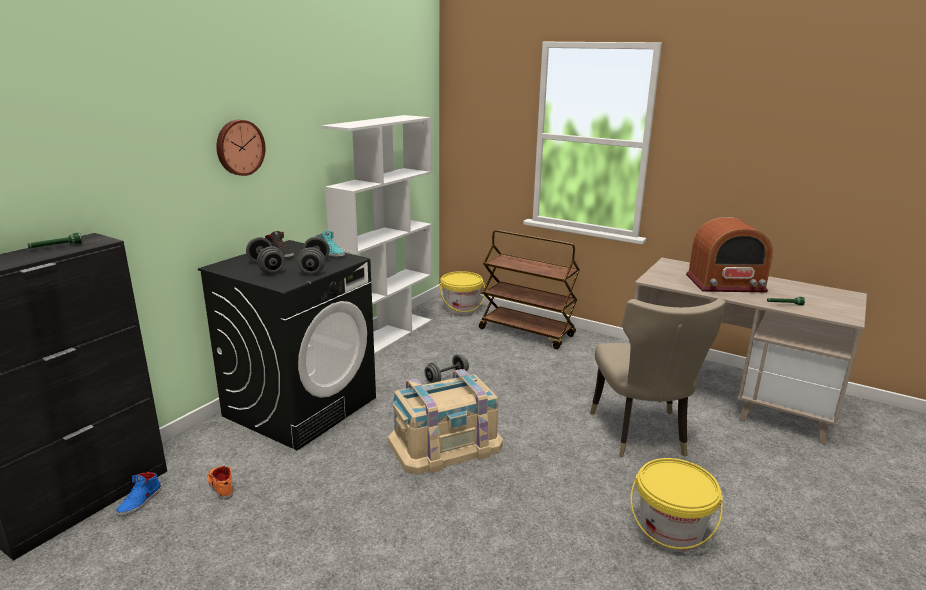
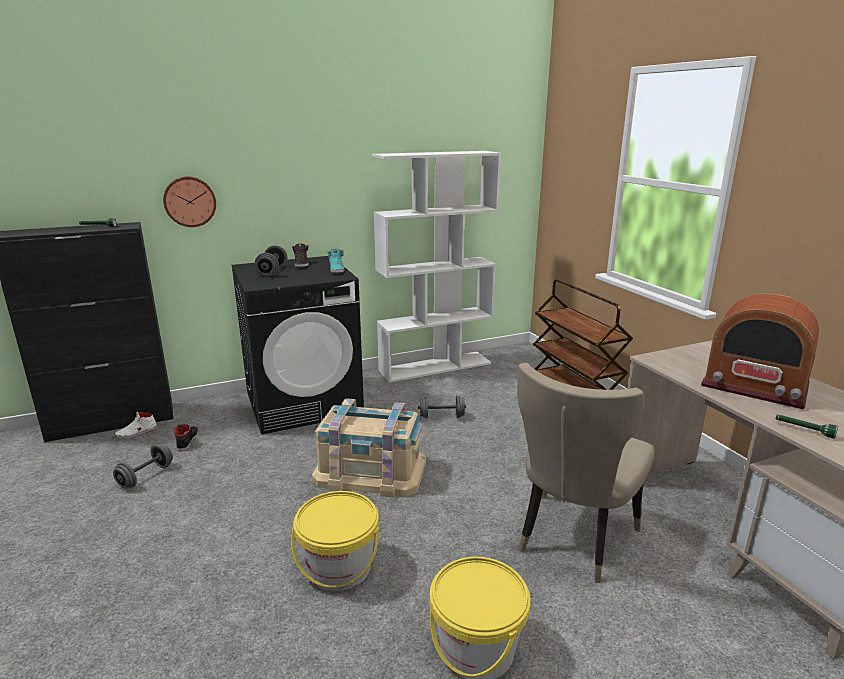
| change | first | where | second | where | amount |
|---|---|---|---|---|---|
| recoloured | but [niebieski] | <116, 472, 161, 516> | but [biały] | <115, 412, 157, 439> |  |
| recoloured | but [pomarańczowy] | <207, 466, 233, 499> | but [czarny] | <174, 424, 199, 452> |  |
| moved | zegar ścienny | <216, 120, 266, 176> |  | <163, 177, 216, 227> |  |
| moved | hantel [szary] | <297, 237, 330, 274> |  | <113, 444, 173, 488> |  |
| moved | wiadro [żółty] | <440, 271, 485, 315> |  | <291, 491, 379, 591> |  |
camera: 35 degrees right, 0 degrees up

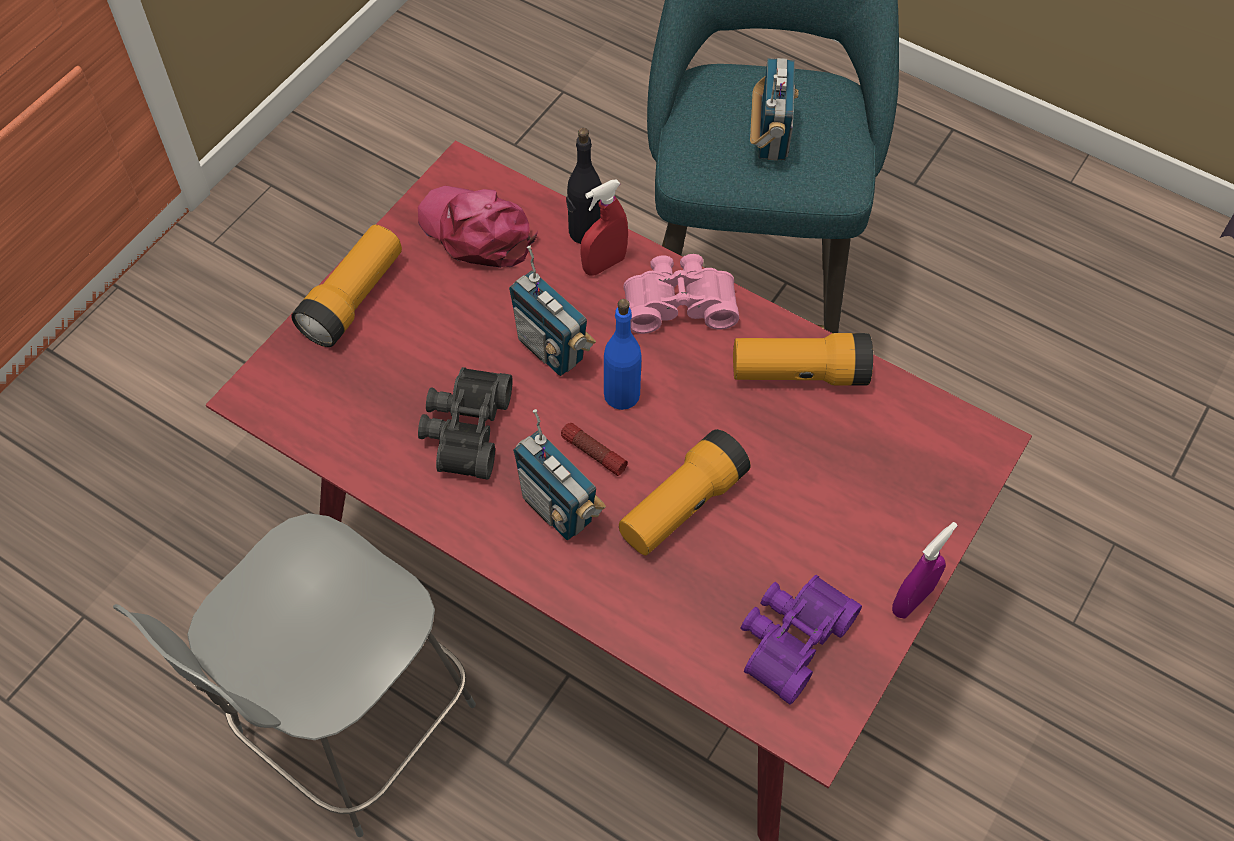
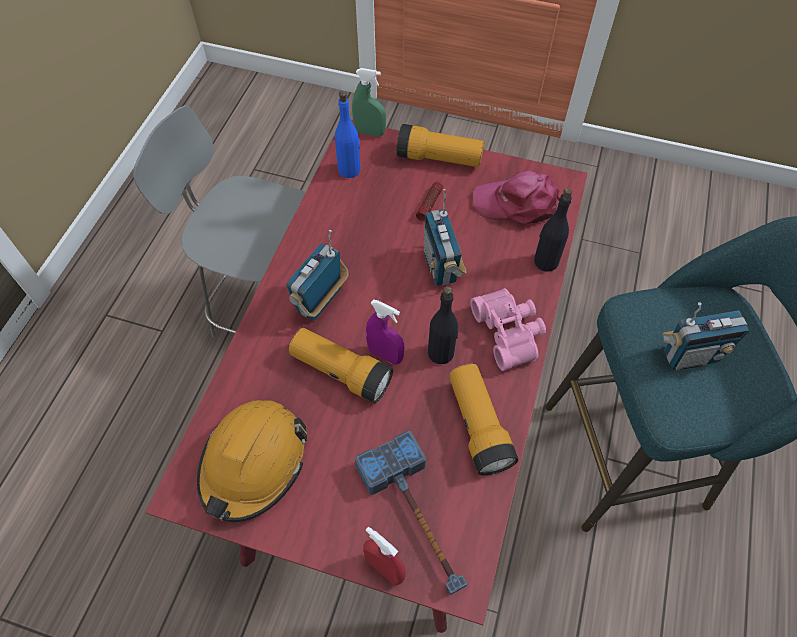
| change | first | where | second | where | amount |
|---|---|---|---|---|---|
| turned | czapka z daszkiem [różowy] | <418, 186, 538, 268> |  | <473, 170, 560, 224> | 105 degrees counterclockwise |
| removed | lornetka [czarny] | <418, 367, 513, 480> |  |  |  |
| turned | radio | <509, 246, 596, 376> |  | <424, 189, 466, 286> | 45 degrees counterclockwise |
| moved | latarka | <561, 423, 628, 476> |  | <416, 182, 443, 221> |  |
| moved | spryskiwacz [czerwony] | <581, 179, 628, 276> |  | <363, 526, 406, 585> |  |
| moved | butelka [niebieski] | <604, 299, 642, 410> |  | <335, 91, 360, 178> |  |
| replaced | lornetka [fioletowy] | <740, 575, 862, 705> | kask [pomarańczowy] | <197, 400, 307, 522> |  |
| moved | spryskiwacz [fioletowy] | <892, 522, 958, 618> |  | <366, 299, 404, 365> |  |
| added |  |  | spryskiwacz [zielony] | <352, 68, 386, 136> |  |
| added |  |  | młotek | <355, 430, 467, 595> |  |
| added |  |  | butelka [czarny] | <428, 286, 459, 364> |  |
camera: 75 degrees right, 0 degrees up

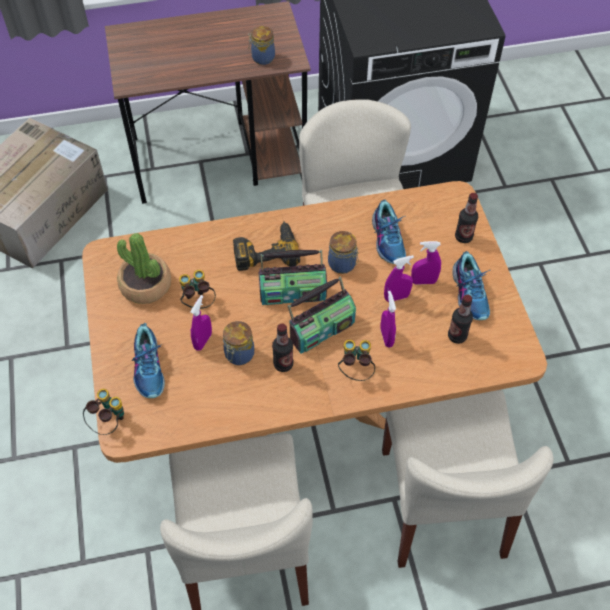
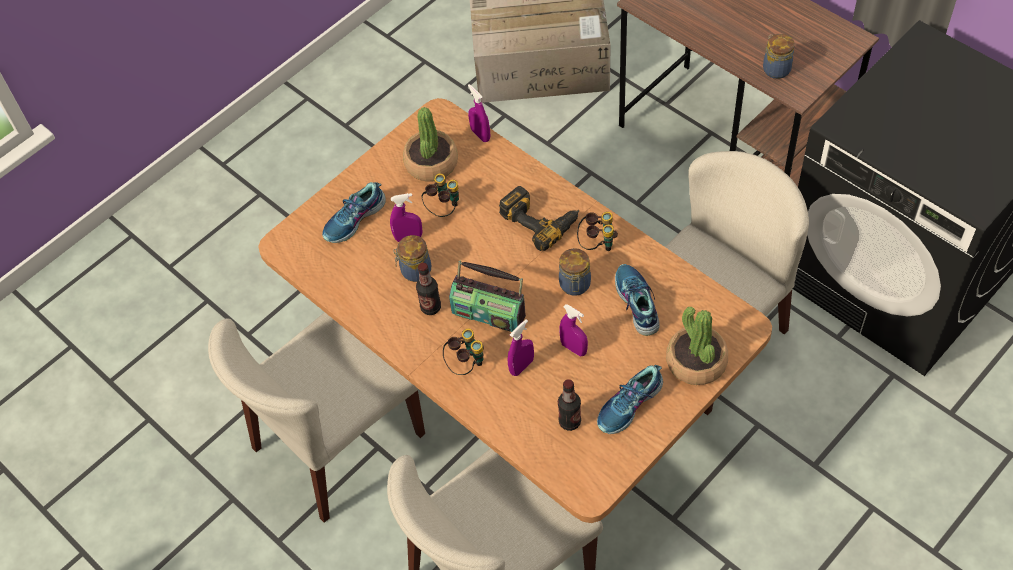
| change | first | where | second | where | amount |
|---|---|---|---|---|---|
| moved | lornetka | <83, 389, 124, 435> |  | <577, 212, 618, 251> |  |
| removed | radio | <258, 250, 327, 305> |  |  |  |
| turned | but | <372, 199, 406, 264> |  | <615, 264, 660, 336> | 120 degrees clockwise |
| moved | spryskiwacz [fioletowy] | <411, 241, 441, 285> |  | <468, 84, 490, 142> |  |
| replaced | butelka | <455, 193, 478, 243> | roślina doniczkowa | <666, 307, 728, 385> |  |
camera: 60 degrees right, 0 degrees up

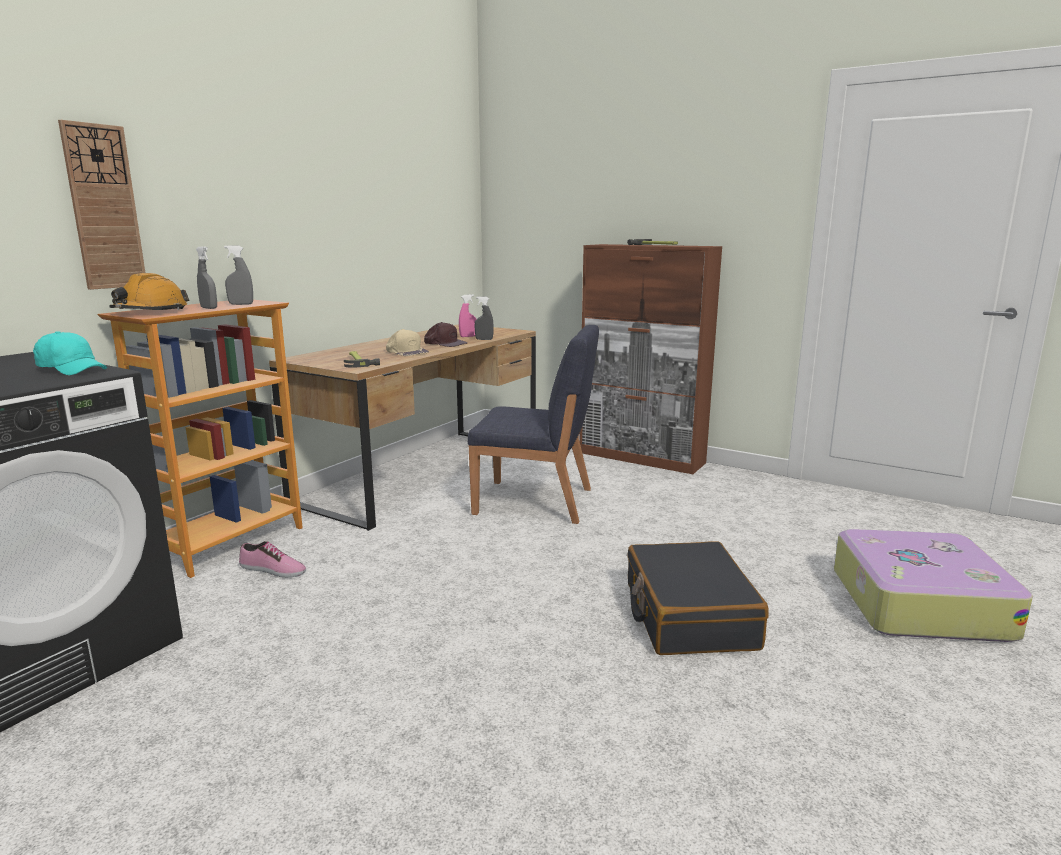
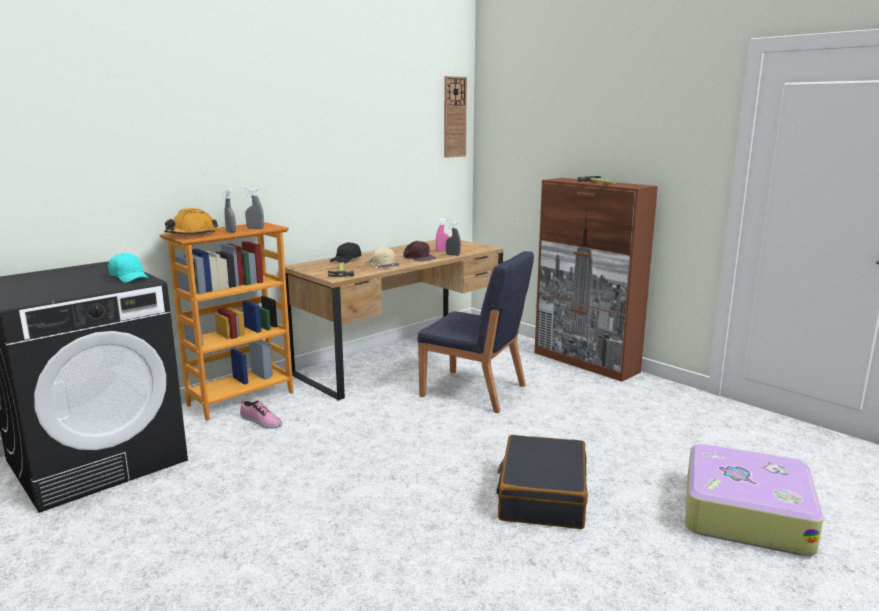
| change | first | where | second | where | amount |
|---|---|---|---|---|---|
| moved | zegar ścienny | <58, 120, 145, 290> |  | <444, 76, 467, 158> |  |
| added |  |  | czapka z daszkiem [czarny] | <330, 242, 361, 263> |  |
camera: 15 degrees right, 0 degrees up

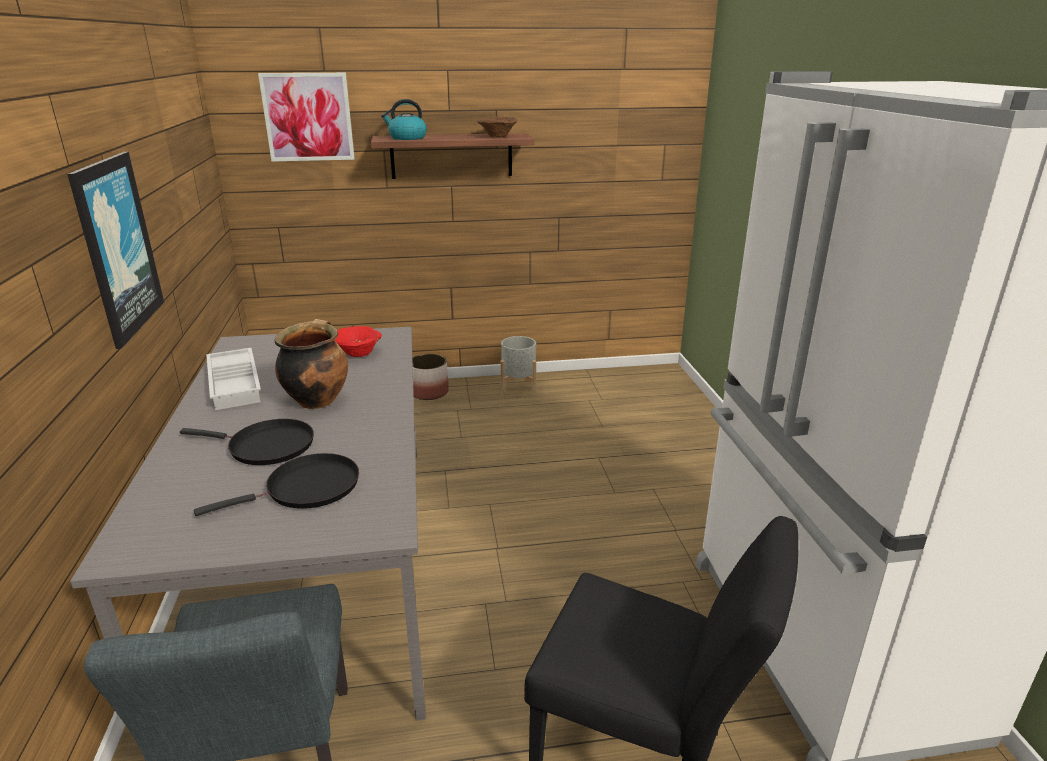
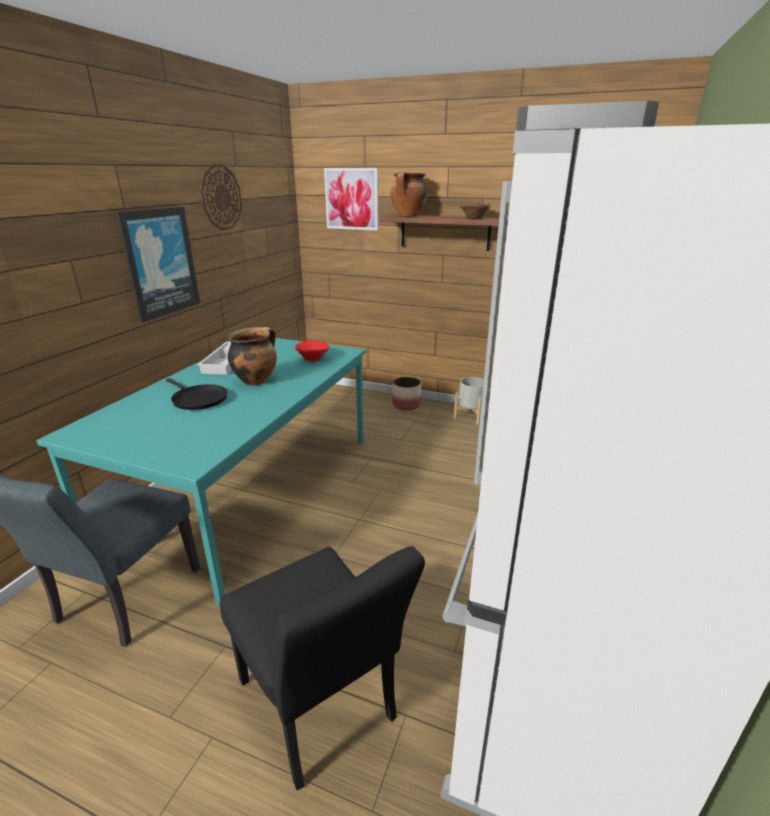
| change | first | where | second | where | amount |
|---|---|---|---|---|---|
| recoloured | stół jadalny [szary] | <70, 327, 426, 721> | stół jadalny [turkusowy] | <36, 338, 366, 607> |  |
| removed | patelnia [czarny] | <194, 453, 359, 516> |  |  |  |
| replaced | czajnik | <381, 99, 427, 140> | garnek | <390, 172, 427, 216> |  |
| added |  |  | zegar ścienny | <200, 164, 242, 230> |  |
camera: 30 degrees right, 0 degrees up

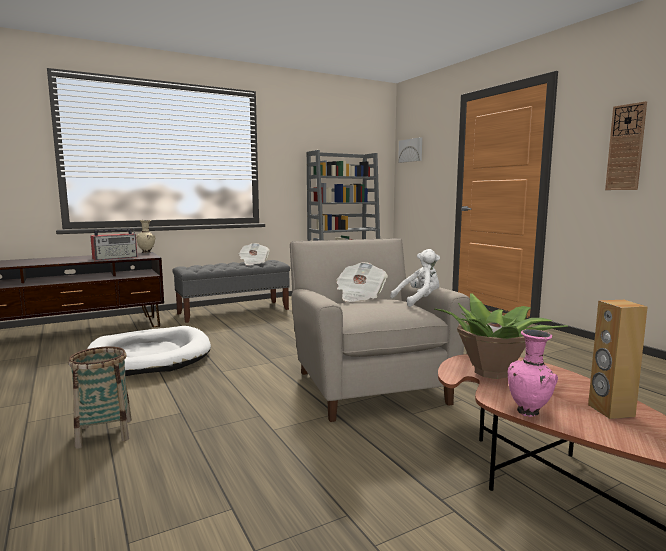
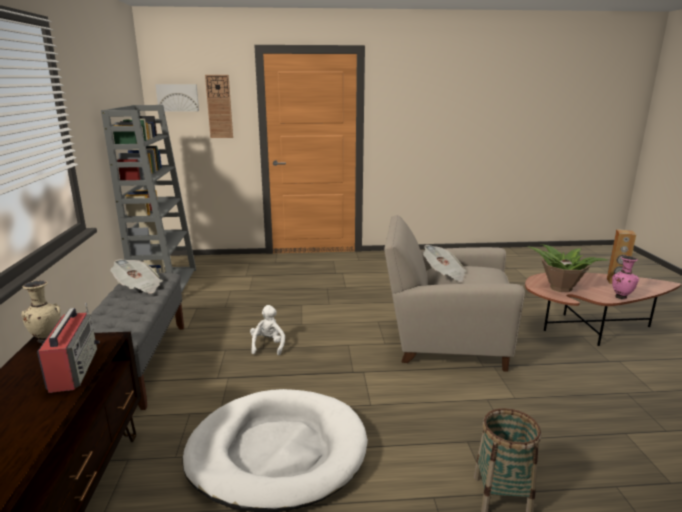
| change | first | where | second | where | amount |
|---|---|---|---|---|---|
| moved | pluszak [biały] | <390, 249, 440, 307> |  | <250, 305, 285, 355> |  |
| moved | zegar ścienny | <605, 101, 647, 190> |  | <205, 75, 233, 138> |  |
camera: 65 degrees left, 10 degrees up

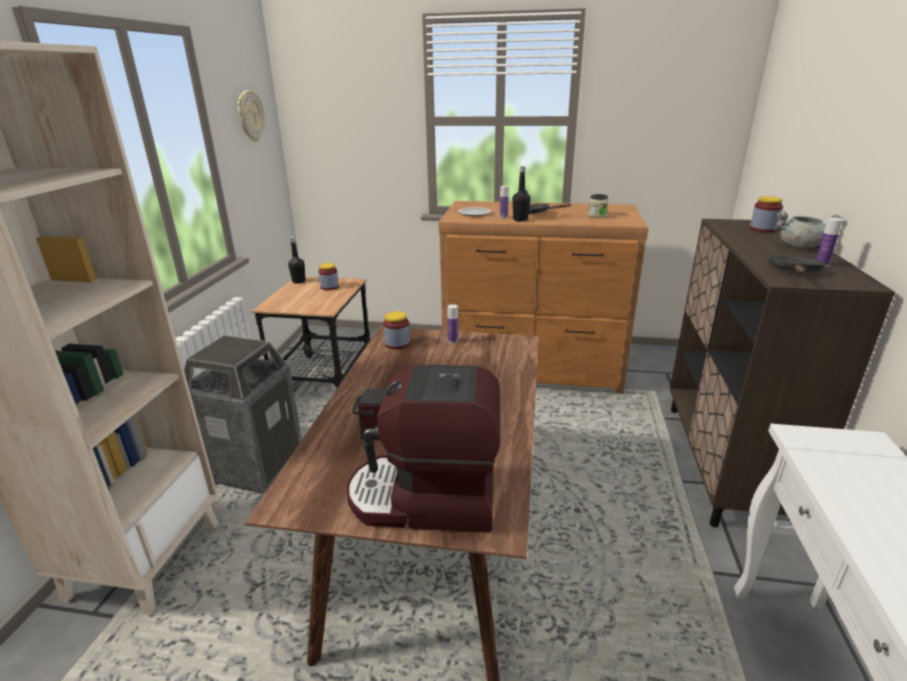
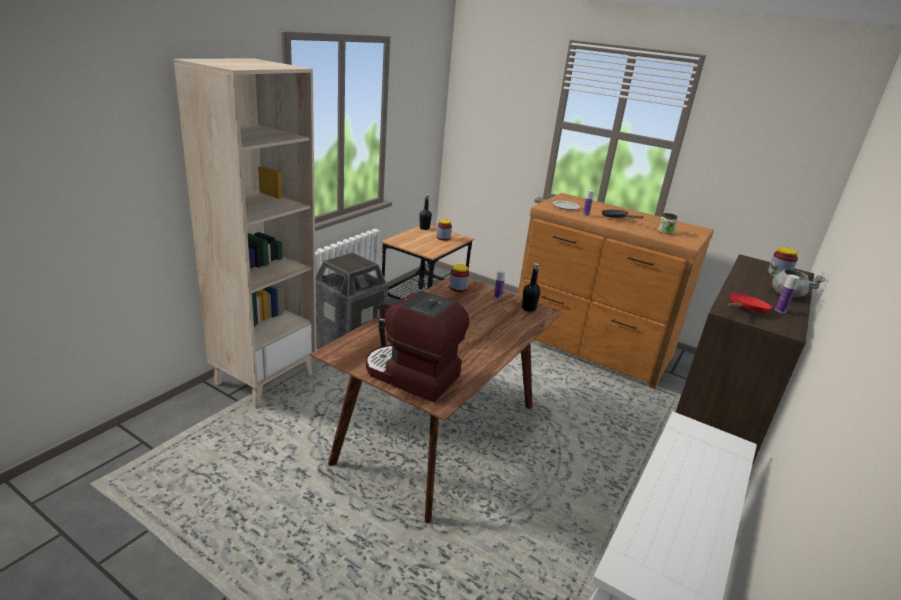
| change | first | where | second | where | amount |
|---|---|---|---|---|---|
| removed | zegar ścienny | <237, 90, 265, 141> |  |  |  |
| moved | butelka [czarny] | <512, 166, 530, 221> |  | <522, 263, 541, 312> |  |
| recoloured | patelnia [czarny] | <767, 256, 826, 272> | patelnia [czerwony] | <728, 293, 772, 313> |  |
camera: 20 degrees right, 0 degrees up

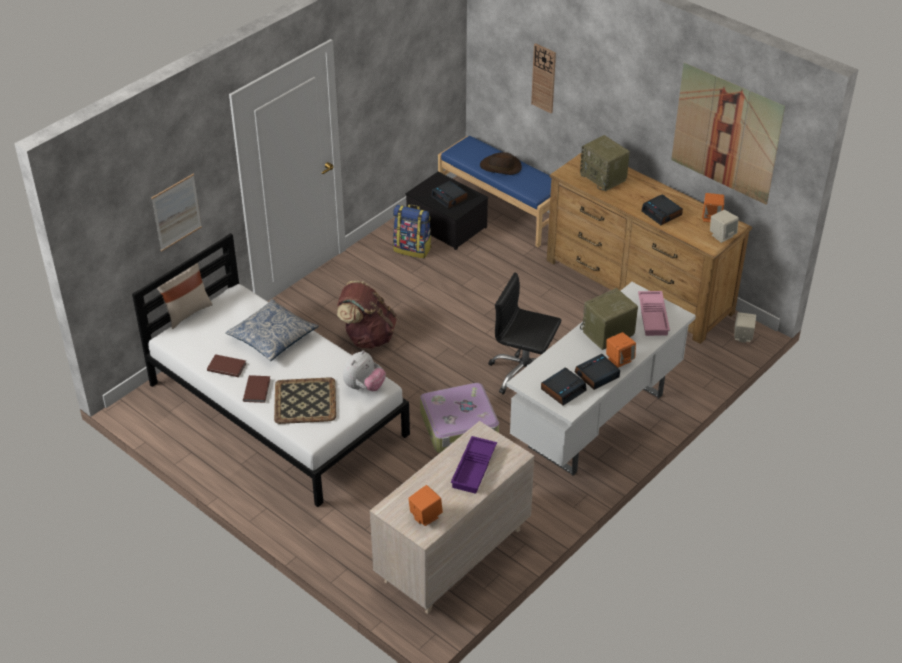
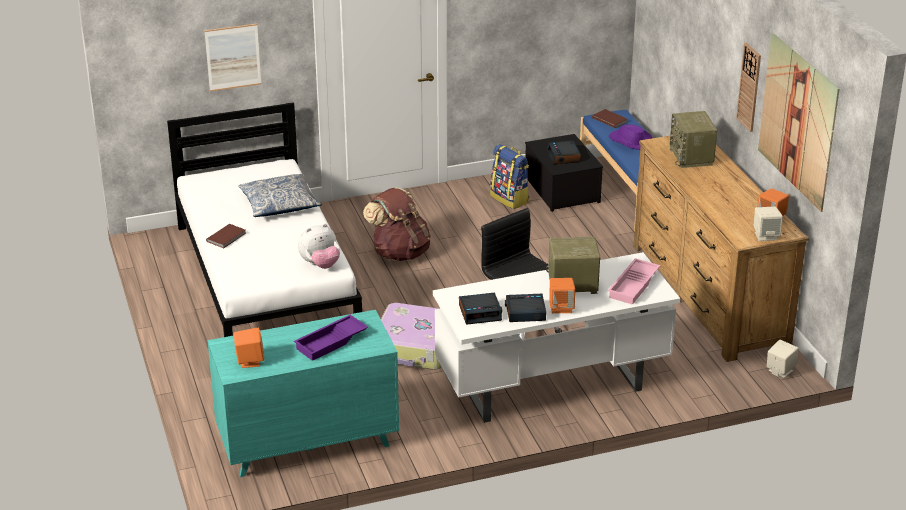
| change | first | where | second | where | amount |
|---|---|---|---|---|---|
| removed | poduszka [beżowy] | <157, 263, 213, 329> |  |  |  |
| moved | książka [brązowy] | <207, 354, 246, 377> |  | <592, 109, 627, 128> |  |
| removed | taca | <274, 377, 336, 424> |  |  |  |
| recoloured | komoda [beżowy] | <370, 421, 534, 614> | komoda [turkusowy] | <207, 310, 399, 477> |  |
| recoloured | kapelusz [brązowy] | <480, 152, 522, 175> | kapelusz [fioletowy] | <609, 125, 653, 150> |  |
| moved | zegar ścienny | <531, 43, 556, 113> |  | <736, 43, 761, 132> |  |
| removed | budzik | <641, 194, 683, 225> |  |  |  |
camera: 30 degrees right, 10 degrees down

